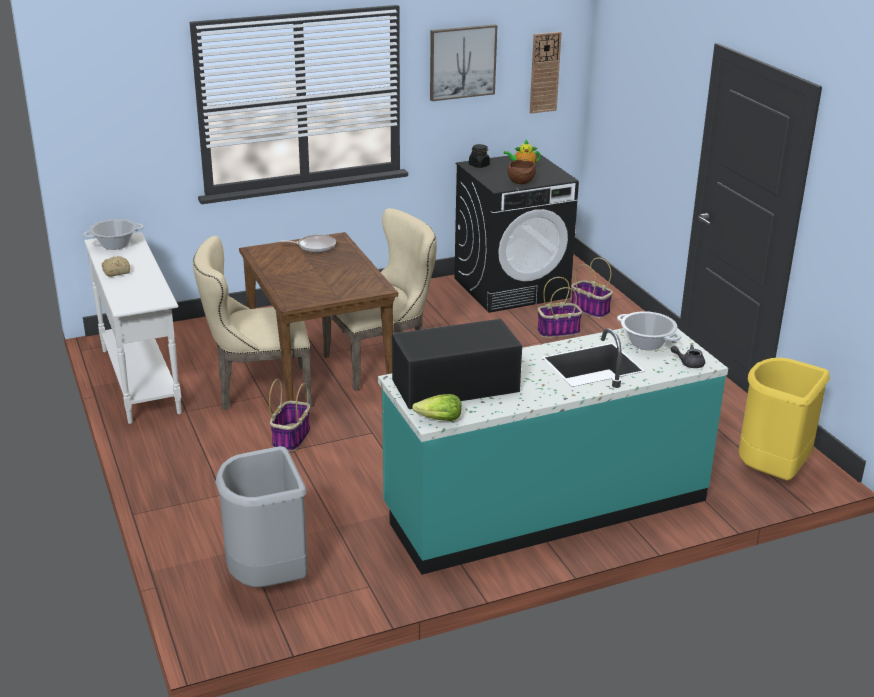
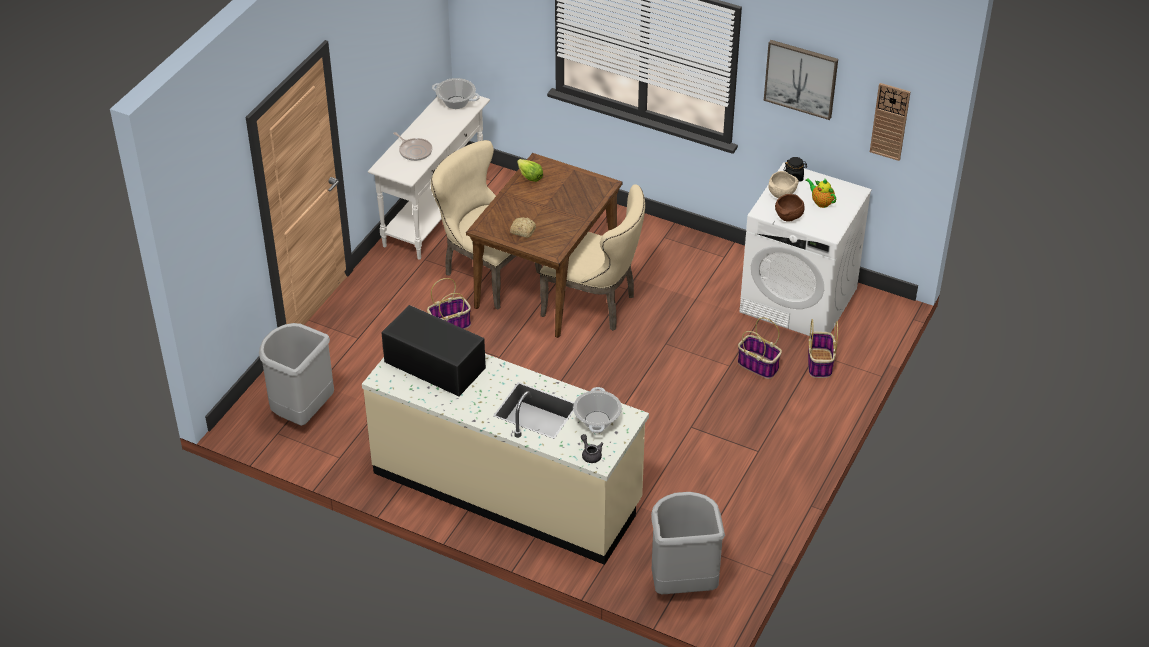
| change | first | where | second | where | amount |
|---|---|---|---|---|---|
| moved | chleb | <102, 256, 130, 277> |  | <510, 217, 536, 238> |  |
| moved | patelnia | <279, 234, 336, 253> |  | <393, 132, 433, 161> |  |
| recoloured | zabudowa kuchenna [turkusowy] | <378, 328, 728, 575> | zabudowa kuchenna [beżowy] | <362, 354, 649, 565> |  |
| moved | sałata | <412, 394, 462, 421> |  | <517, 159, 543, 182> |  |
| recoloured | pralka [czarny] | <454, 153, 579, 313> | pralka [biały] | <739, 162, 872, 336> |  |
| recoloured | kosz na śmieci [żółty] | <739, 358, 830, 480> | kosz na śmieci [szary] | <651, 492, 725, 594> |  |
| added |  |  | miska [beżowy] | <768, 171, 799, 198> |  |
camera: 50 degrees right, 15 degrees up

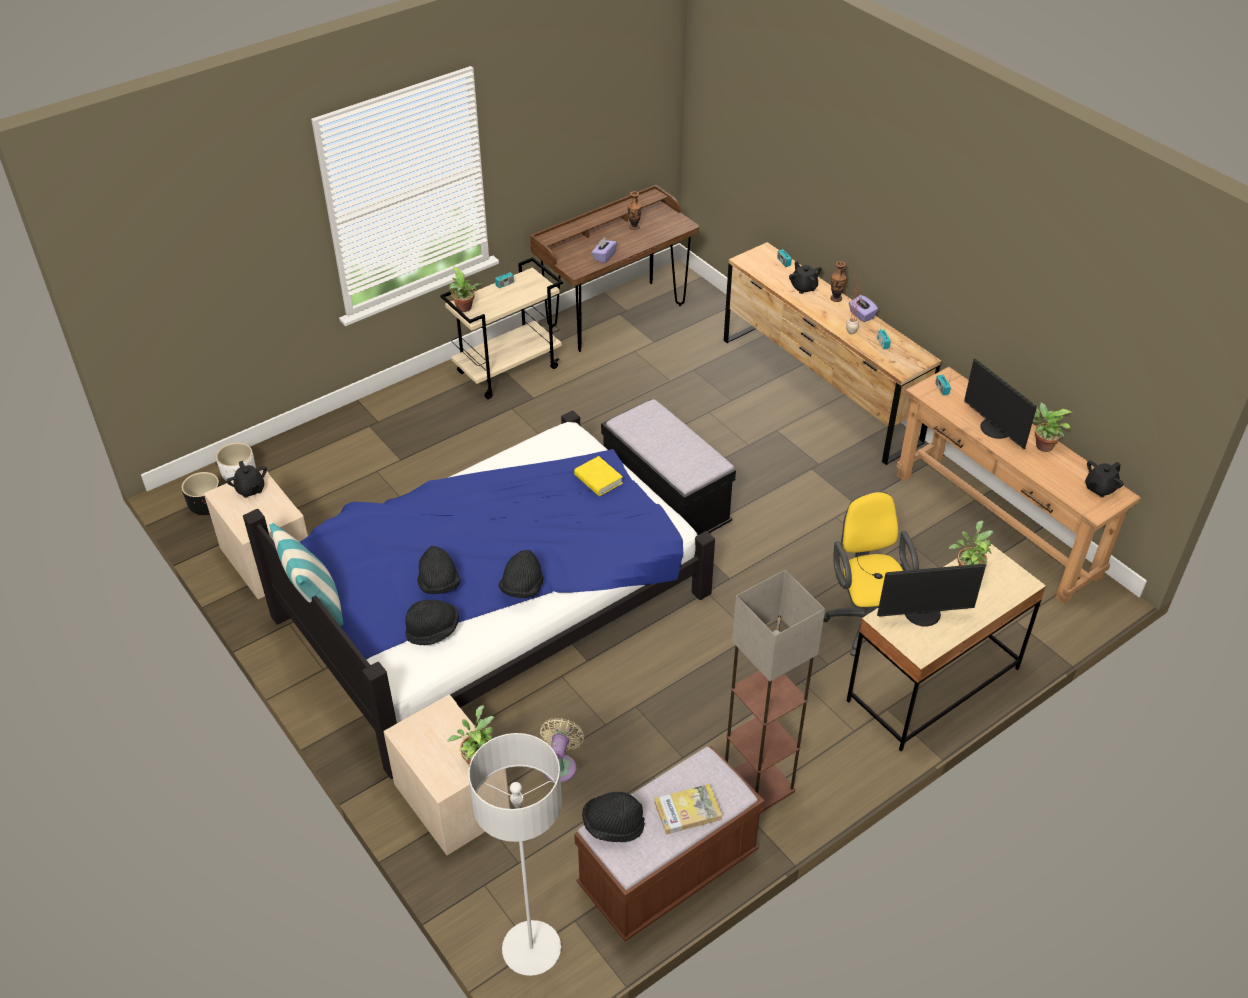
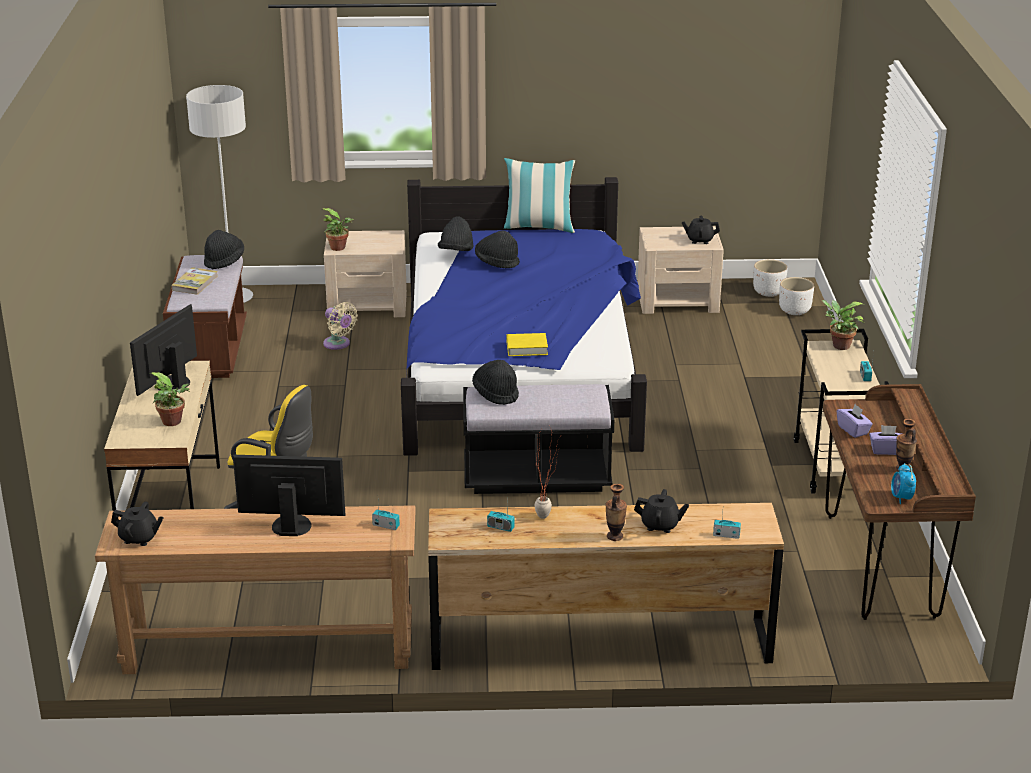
| change | first | where | second | where | amount |
|---|---|---|---|---|---|
| recoloured | donica [czarny] | <182, 472, 220, 515> | donica [biały] | <753, 259, 787, 297> |  |
| moved | kapelusz [czarny] | <499, 550, 544, 598> |  | <472, 360, 519, 405> |  |
| removed | lampa stojąca | <725, 570, 825, 813> |  |  |  |
| moved | pudełko chusteczek [fioletowy] | <848, 295, 878, 322> |  | <869, 425, 901, 455> |  |
| removed | roślina doniczkowa | <1033, 403, 1072, 452> |  |  |  |
| turned | imbryk [czarny] | <1085, 460, 1124, 497> |  | <111, 502, 164, 546> | 105 degrees clockwise |
| added |  |  | budzik | <891, 463, 916, 504> |  |
camera: 125 degrees right, 15 degrees down

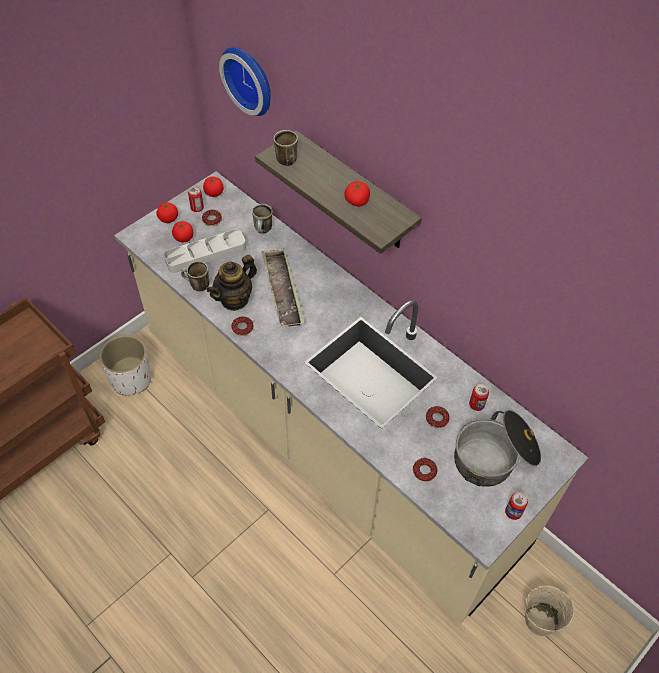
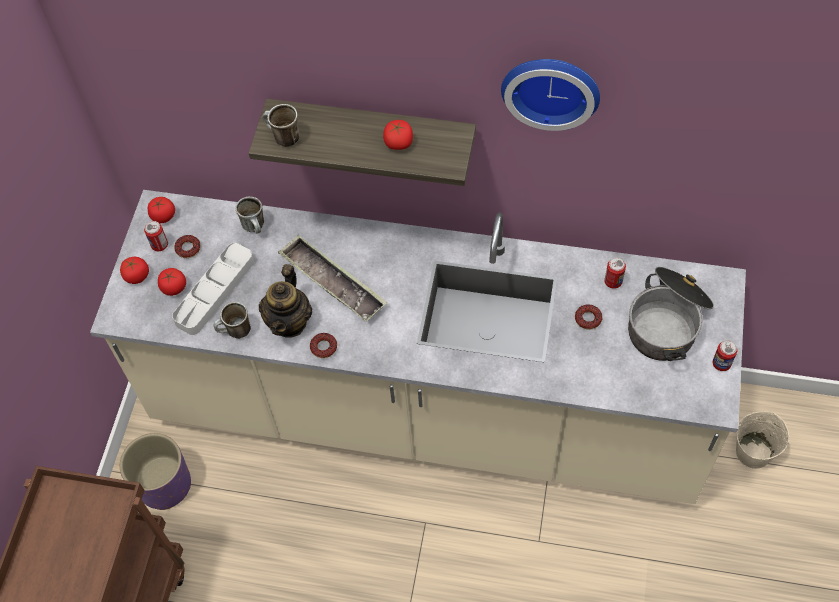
| change | first | where | second | where | amount |
|---|---|---|---|---|---|
| recoloured | donica [biały] | <99, 335, 152, 395> | donica [fioletowy] | <120, 433, 191, 510> |  |
| moved | zegar ścienny | <219, 47, 271, 116> |  | <501, 59, 600, 131> |  |
| removed | donut | <413, 458, 438, 482> |  |  |  |
camera: 30 degrees left, 5 degrees up

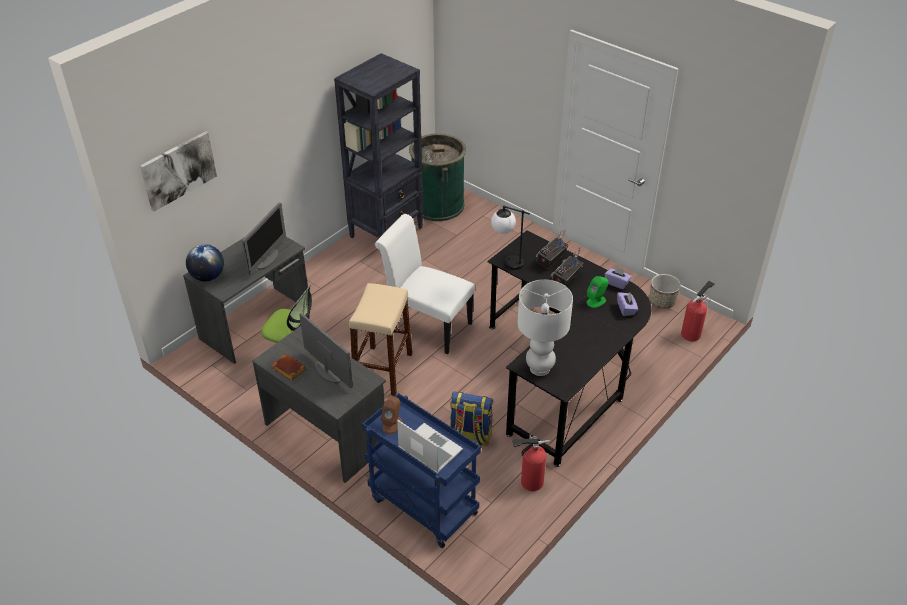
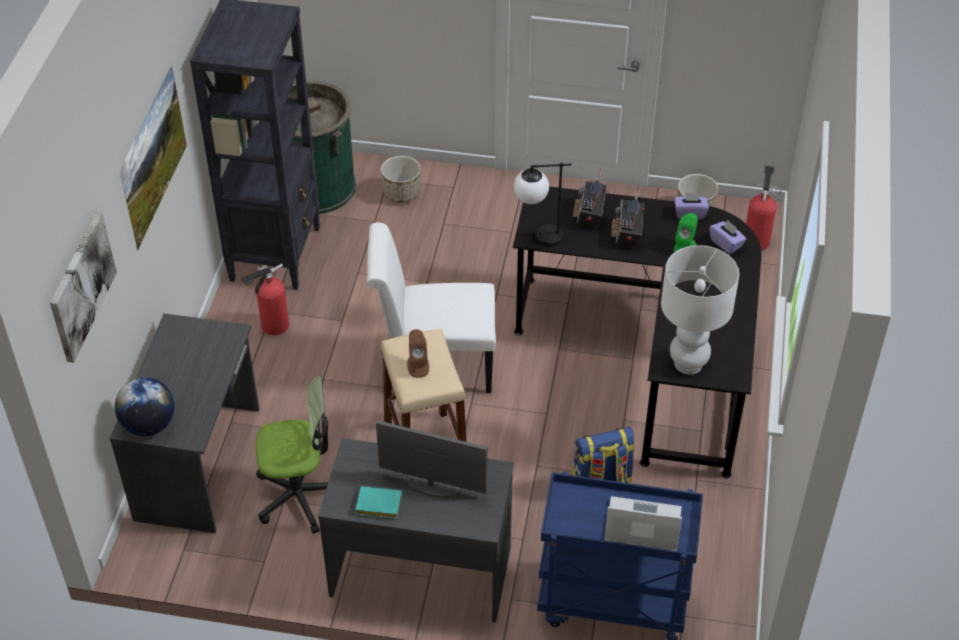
| change | first | where | second | where | amount |
|---|---|---|---|---|---|
| removed | monitor | <242, 202, 286, 275> |  |  |  |
| recoloured | książka [brązowy] | <271, 354, 307, 380> | książka [turkusowy] | <355, 486, 402, 519> |  |
| moved | głośnik [brązowy] | <381, 397, 402, 434> |  | <407, 329, 429, 378> |  |
| moved | gaśnica | <512, 434, 550, 491> |  | <241, 264, 289, 335> |  |
| added |  |  | obraz | <119, 66, 187, 251> |  |
| added |  |  | donica | <381, 156, 421, 203> |  |
camera: 30 degrees left, 5 degrees up

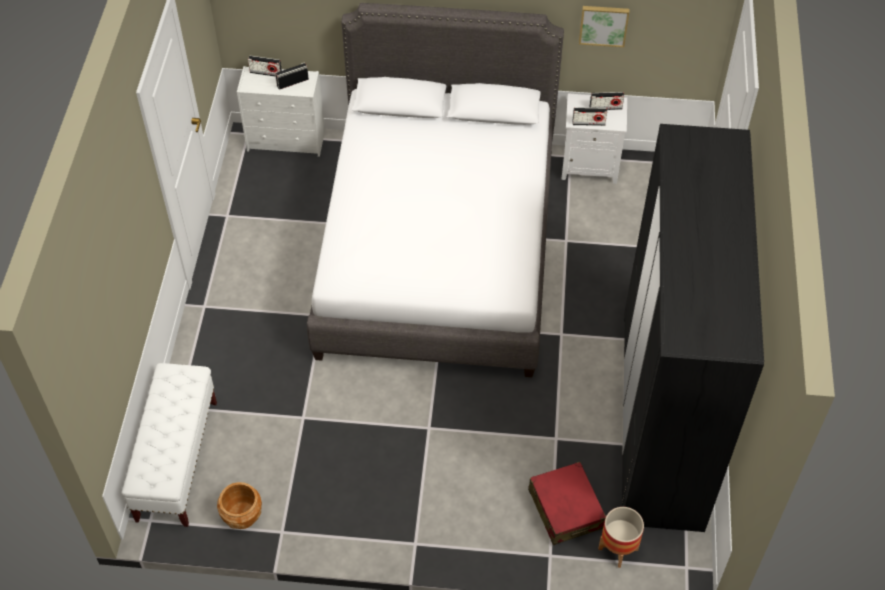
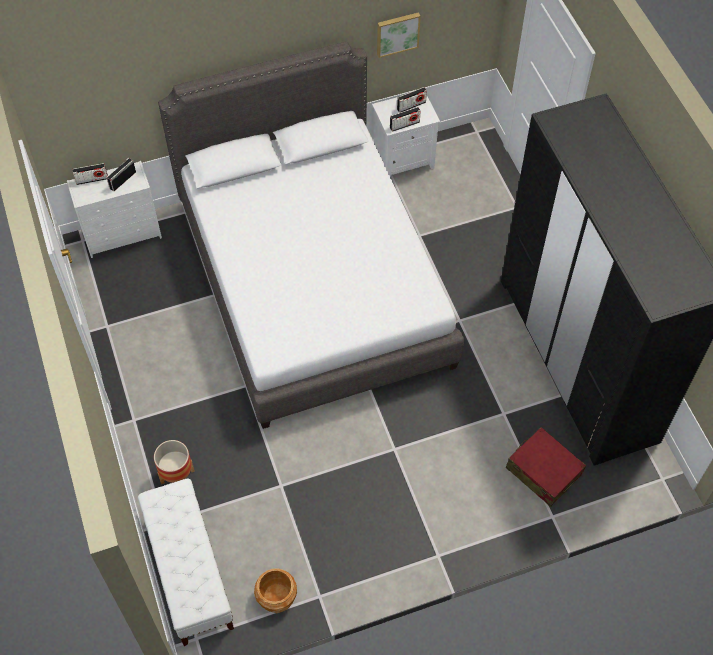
| change | first | where | second | where | amount |
|---|---|---|---|---|---|
| moved | donica | <598, 507, 644, 568> |  | <154, 440, 195, 484> |  |
camera: 25 degrees left, 5 degrees up

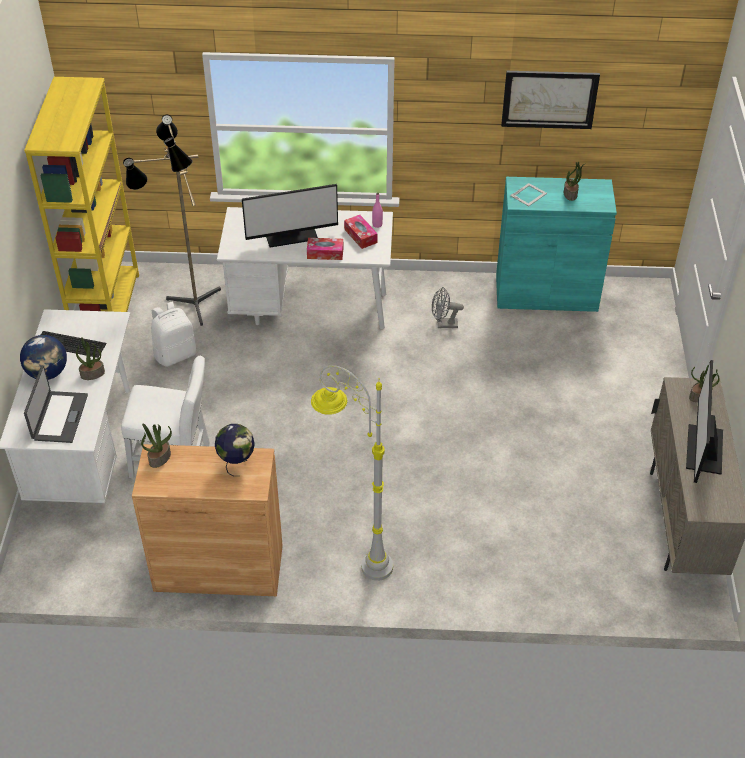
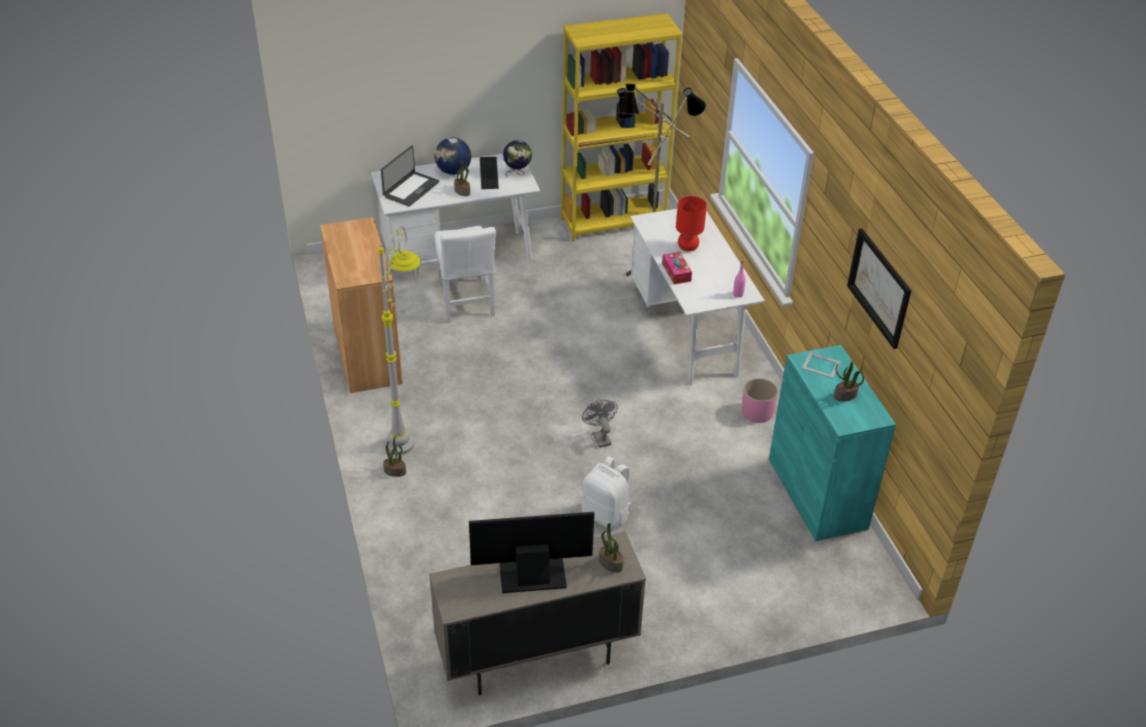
| change | first | where | second | where | amount |
|---|---|---|---|---|---|
| turned | laptop | <24, 365, 88, 443> |  | <381, 146, 440, 207> | 45 degrees counterclockwise |
| moved | roślina doniczkowa | <141, 423, 172, 468> |  | <383, 436, 406, 477> |  |
| moved | plecak [biały] | <151, 301, 196, 367> |  | <581, 456, 631, 529> |  |
| moved | globus | <215, 424, 255, 476> |  | <503, 140, 532, 176> |  |
| replaced | monitor | <242, 184, 338, 248> | lampa stołowa [czerwony] | <676, 196, 707, 252> |  |
| removed | pudełko chusteczek | <344, 215, 378, 249> |  |  |  |
| moved | wentylator [szary] | <432, 287, 464, 328> |  | <582, 400, 618, 448> |  |
| added |  |  | donica [różowy] | <741, 378, 778, 423> |  |
camera: 70 degrees right, 5 degrees down

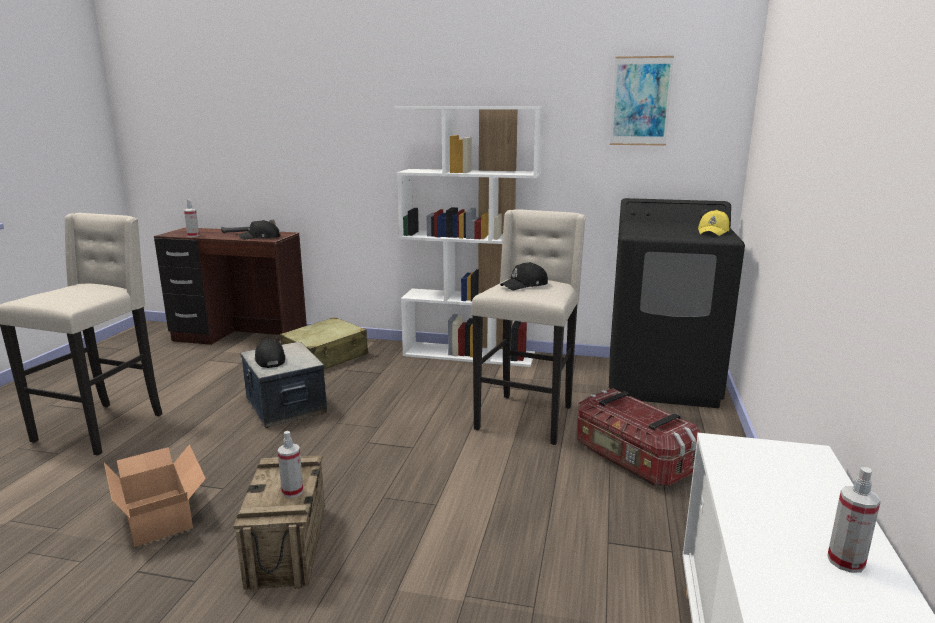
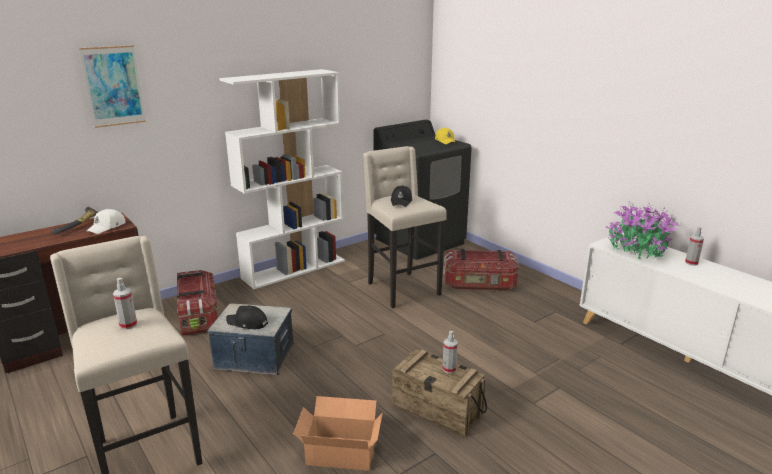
| change | first | where | second | where | amount |
|---|---|---|---|---|---|
| moved | spryskiwacz | <184, 200, 199, 237> |  | <113, 278, 137, 330> |  |
| recoloured | czapka z daszkiem [czarny] | <238, 220, 280, 240> | czapka z daszkiem [biały] | <86, 209, 125, 234> |  |
| replaced | walizka [beżowy] | <280, 317, 368, 369> | pojemnik do przechowywania | <177, 269, 218, 336> |  |
| moved | obraz | <610, 56, 674, 146> |  | <79, 45, 146, 128> |  |
| added |  |  | roślina doniczkowa | <606, 202, 679, 259> |  |
camera: 50 degrees left, 5 degrees up

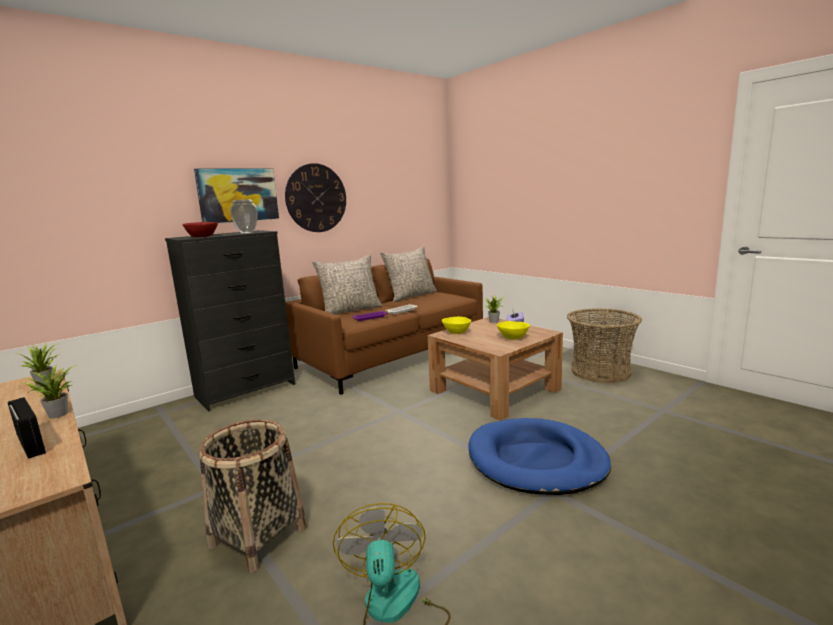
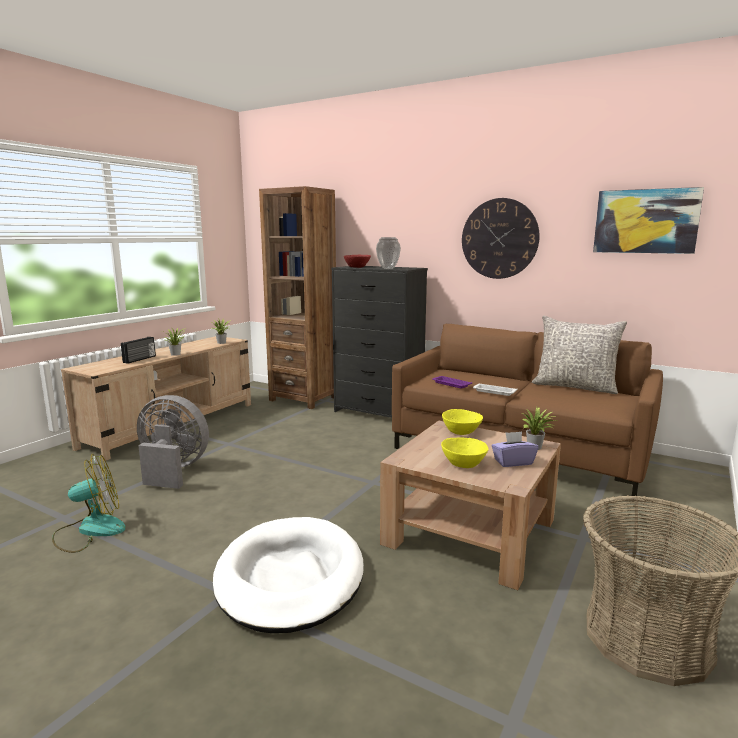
| change | first | where | second | where | amount |
|---|---|---|---|---|---|
| moved | obraz | <194, 168, 279, 223> |  | <593, 187, 704, 254> |  |
| replaced | koszyk | <199, 419, 307, 573> | wentylator [szary] | <137, 395, 209, 489> |  |
| removed | poduszka [szary] | <312, 255, 382, 315> |  |  |  |
| recoloured | legowisko [niebieski] | <469, 418, 611, 495> | legowisko [biały] | <213, 517, 364, 633> |  |
| added |  |  | regał [brązowy] | <259, 186, 336, 409> |  |
camera: 70 degrees right, 0 degrees up

